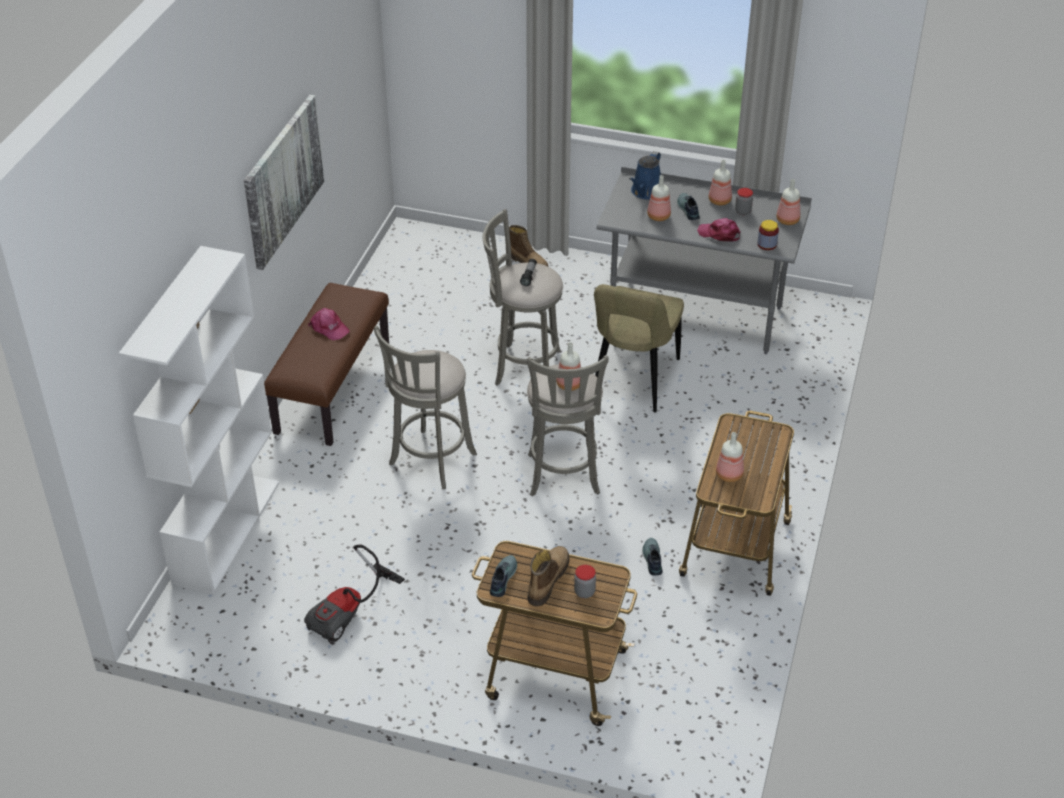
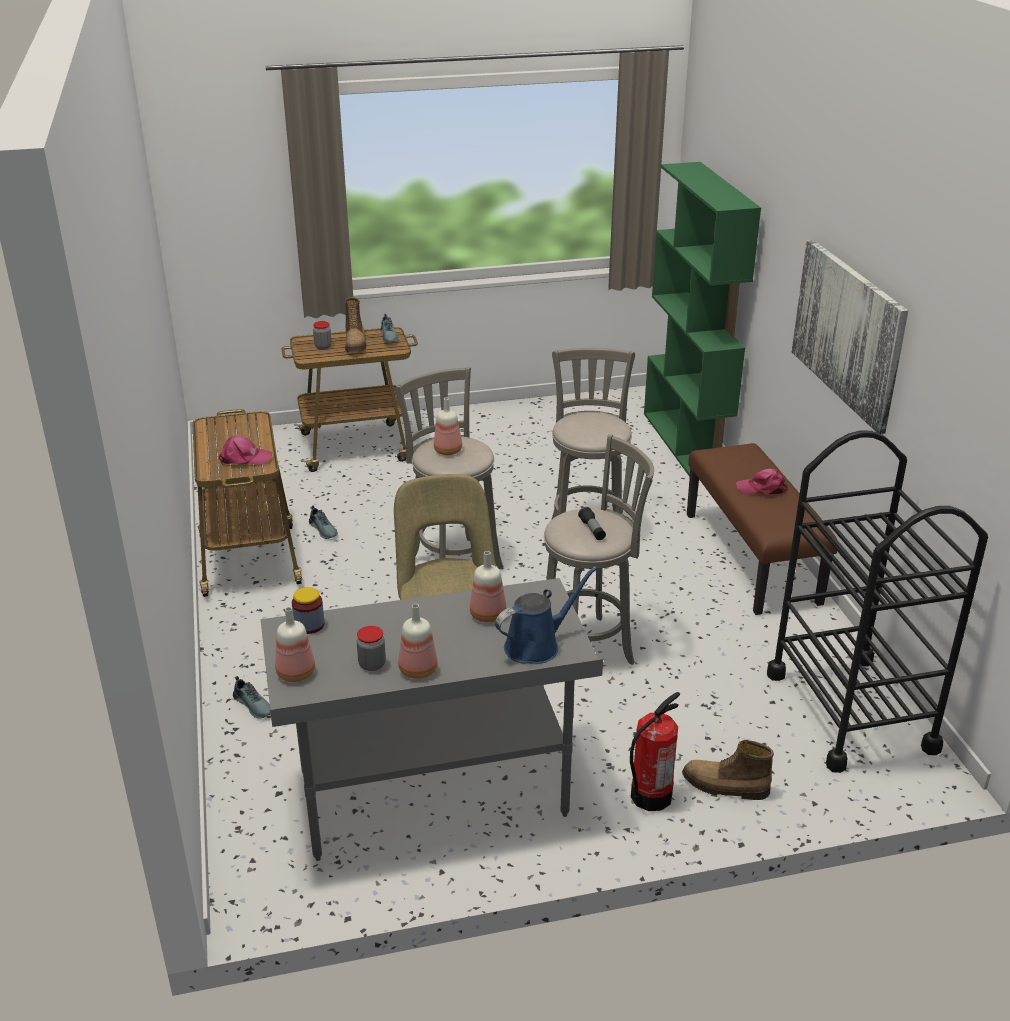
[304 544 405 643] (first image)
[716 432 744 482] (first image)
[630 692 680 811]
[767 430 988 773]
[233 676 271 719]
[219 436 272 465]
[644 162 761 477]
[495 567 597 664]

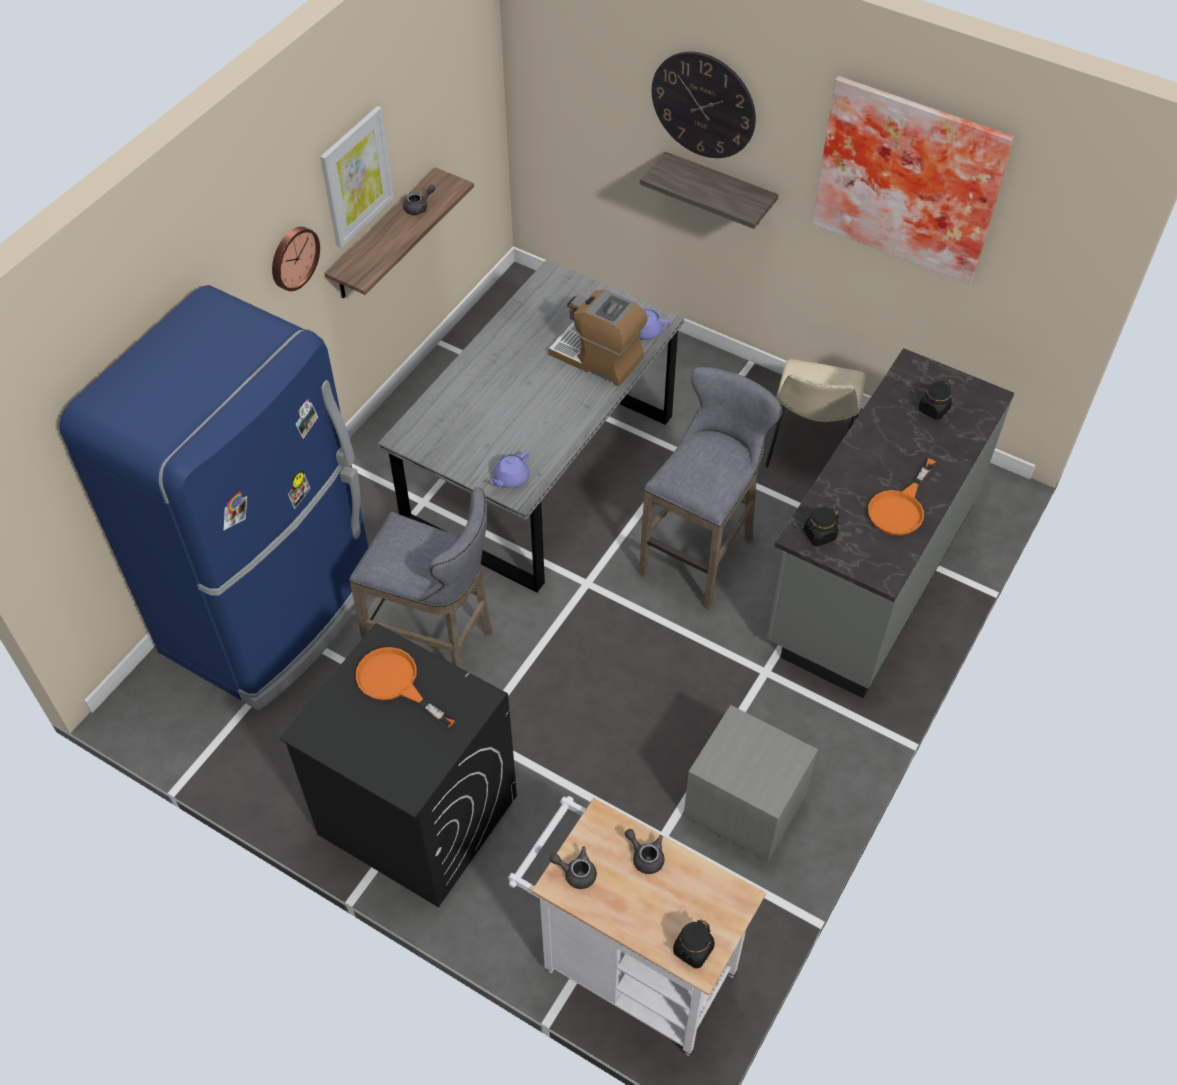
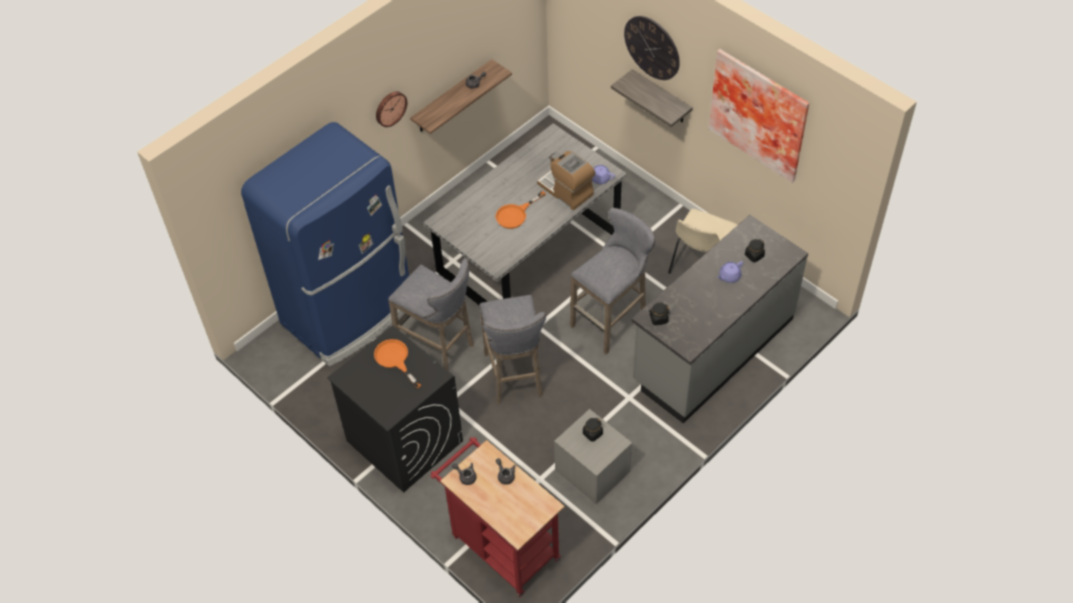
[320 106 394 248] (first image)
[479 295 546 404]
[717 261 743 283]
[583 418 603 442]
[495 191 546 229]
[431 437 565 597]

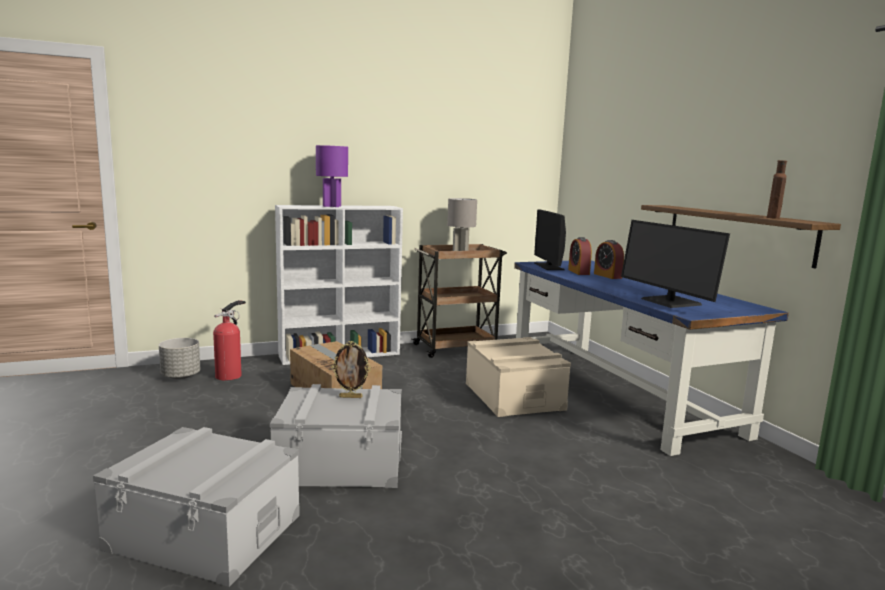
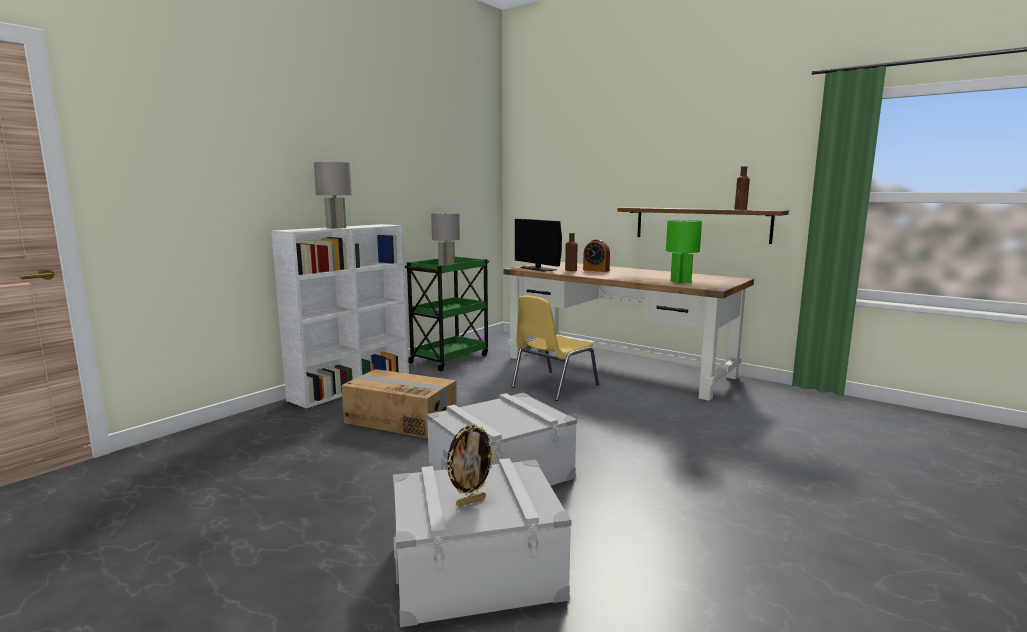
[159 338 200 379] (first image)
[213 300 246 380] (first image)
[445 423 496 506]
[511 296 599 401]
[565 233 578 271]
[666 220 702 283]
[314 162 352 229]
[405 256 489 371]
[503 262 754 401]

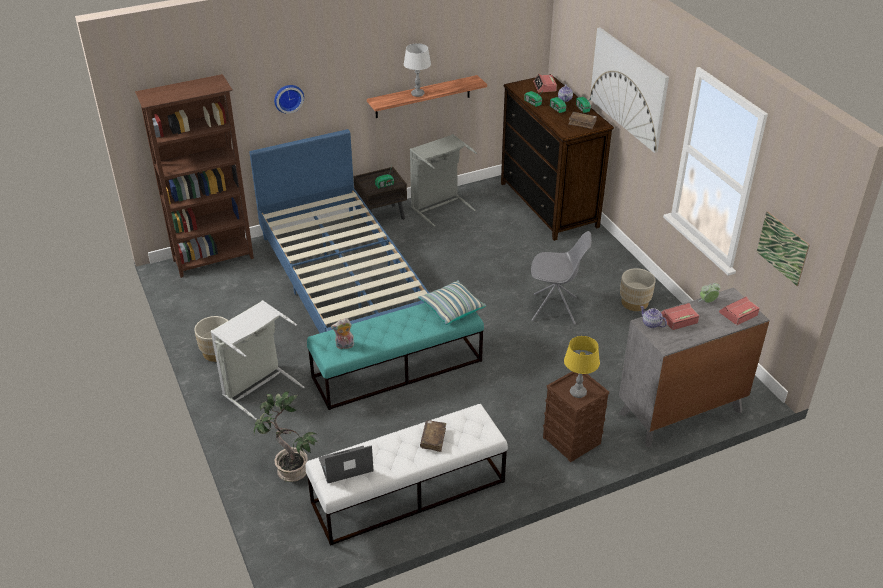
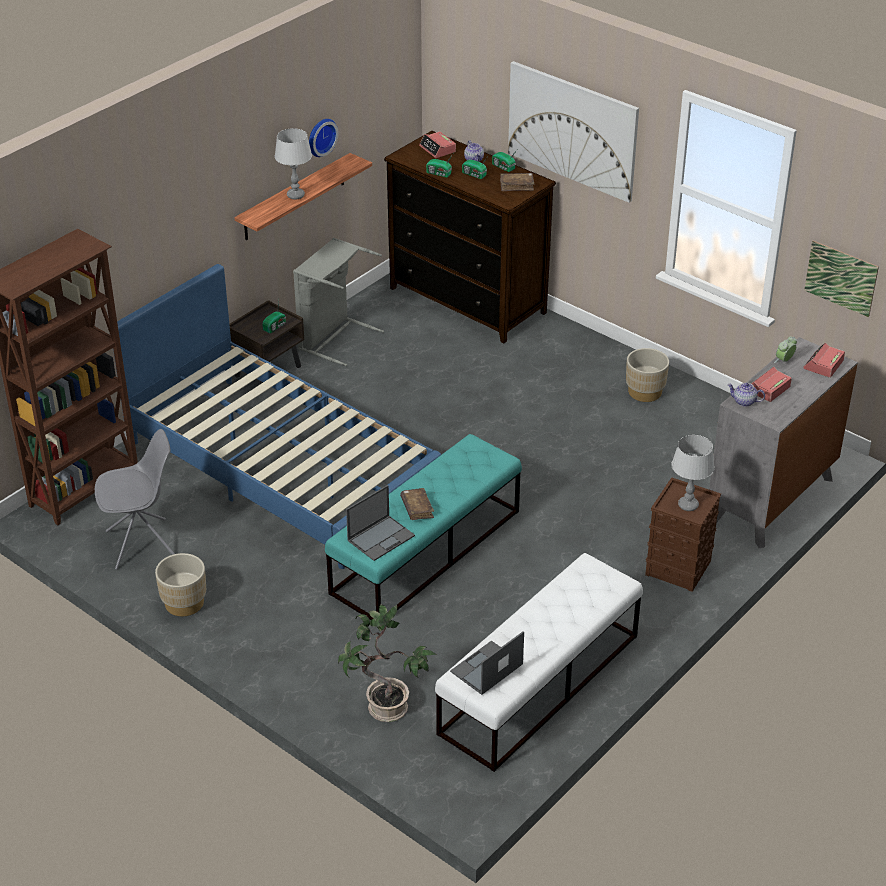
[210 300 305 420] (first image)
[418 280 486 325] (first image)
[309 119 338 157]
[400 488 434 520]
[95 429 175 570]
[346 485 415 561]
[671 435 715 511]

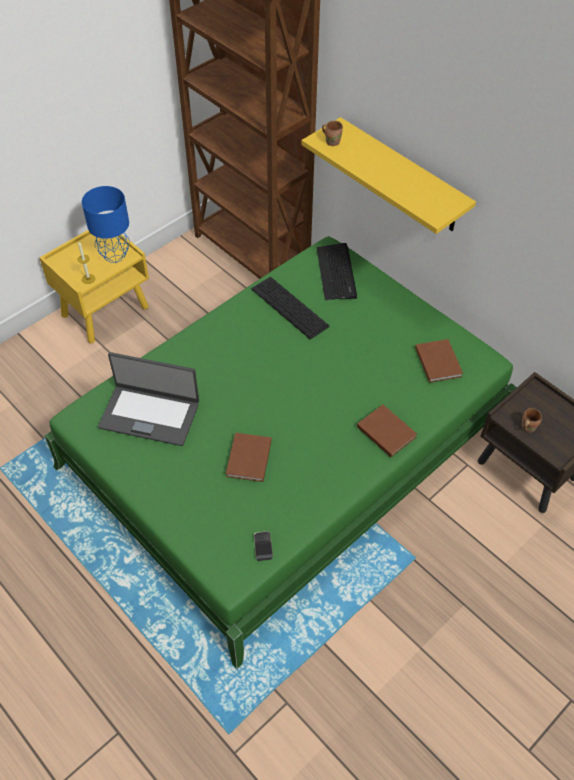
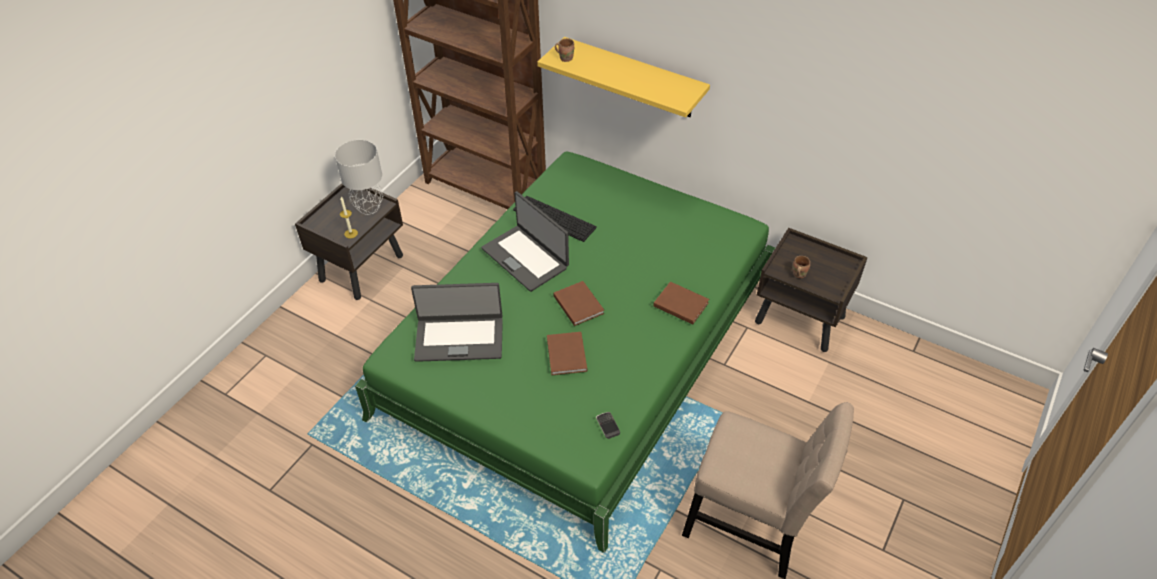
[317 243 357 300] (first image)
[481 191 569 292]
[682 402 854 579]
[553 281 604 326]
[295 183 403 300]
[335 140 383 215]

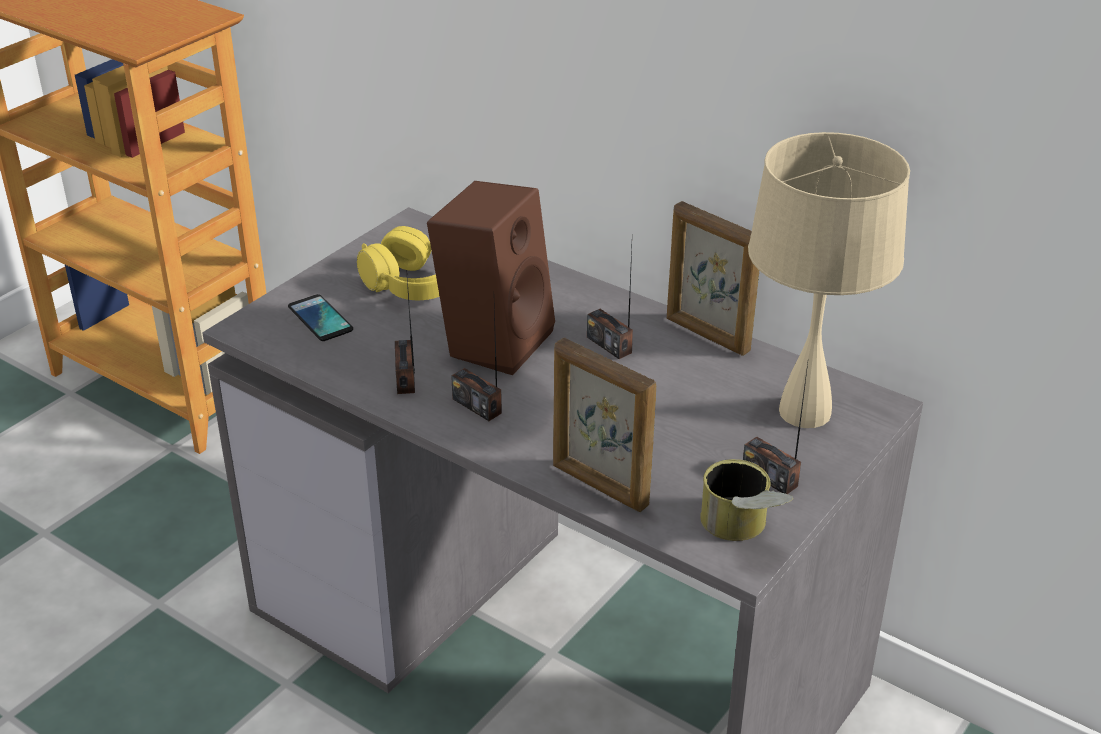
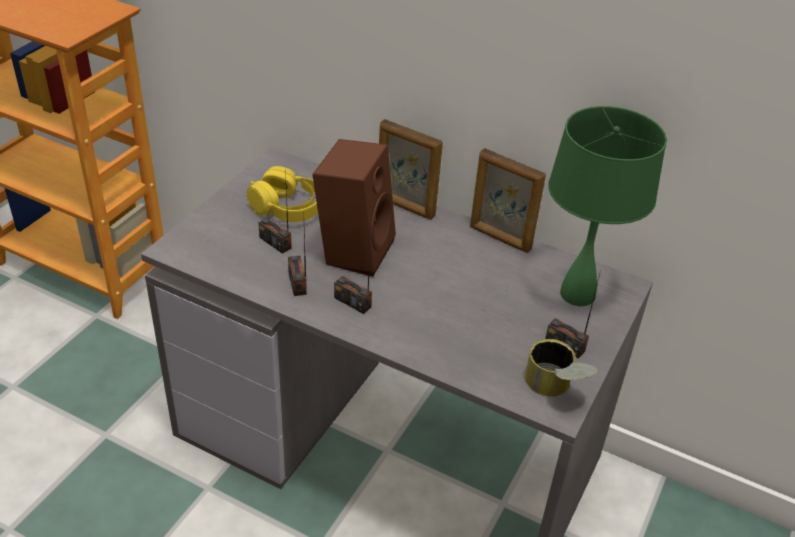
[288 294 353 341] (first image)
[379 119 443 220]
[259 169 292 254]
[548 106 667 306]

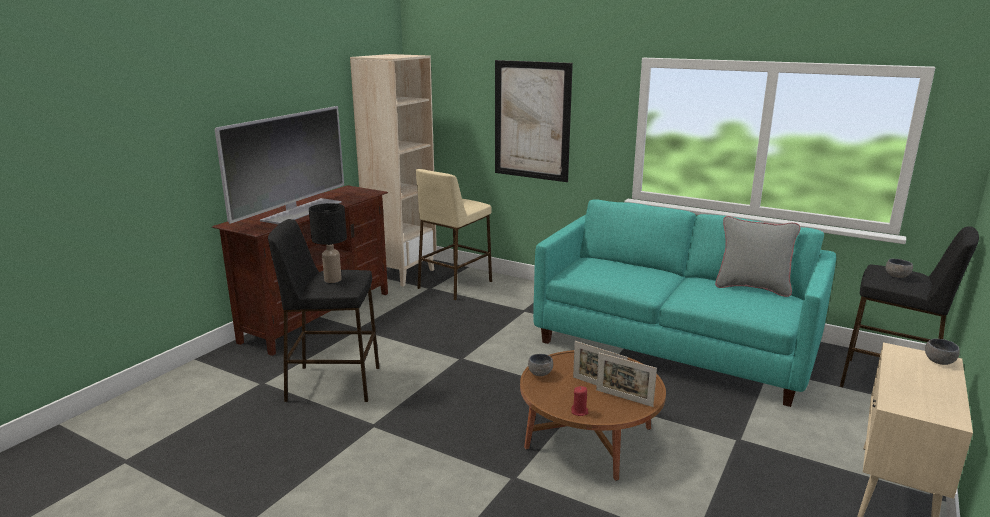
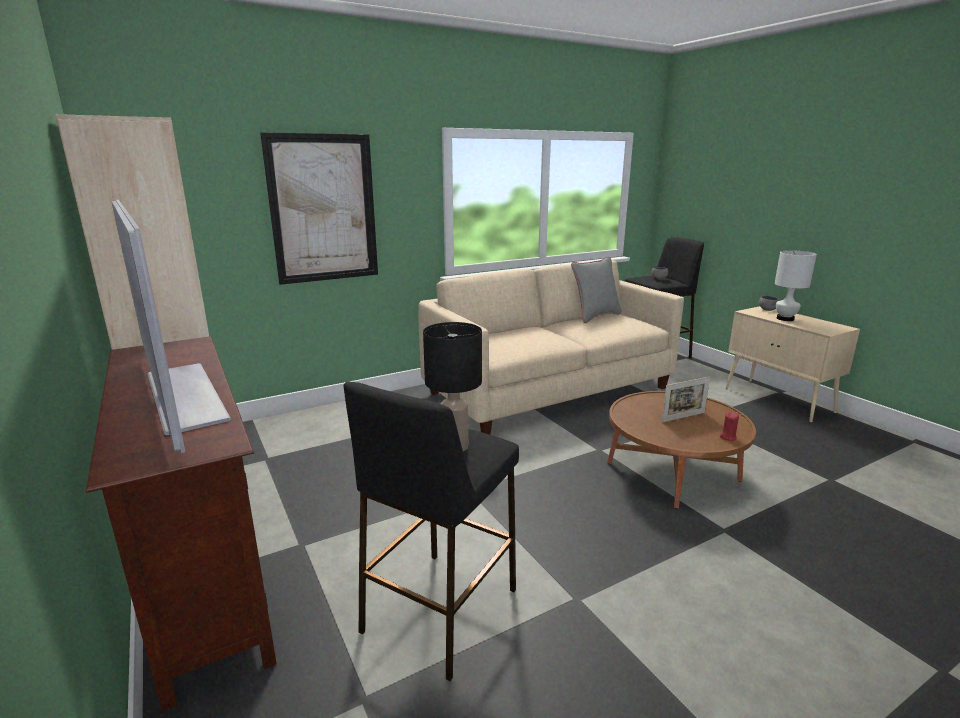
[416 169 492 300] (first image)
[528 354 553 376] (first image)
[596 353 657 407] (first image)
[775 250 817 321]
[418 260 684 435]

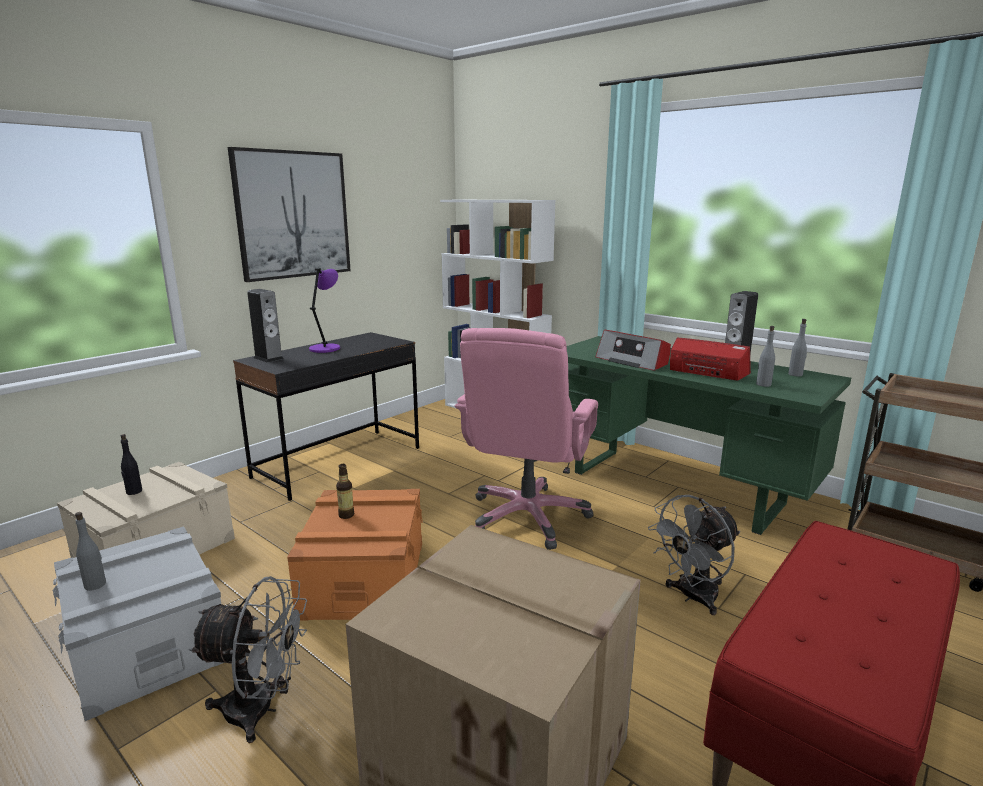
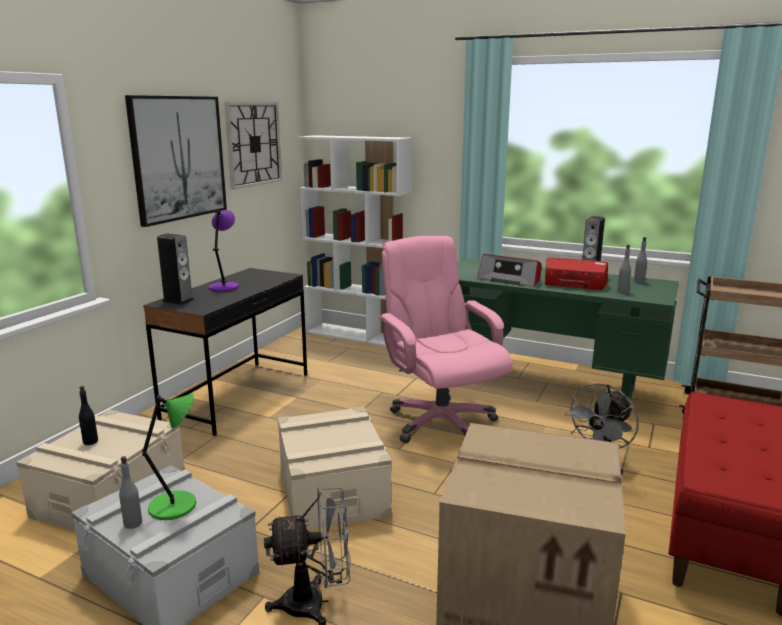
[336 464 354 519] (first image)
[142 394 196 520]
[224 102 282 190]
[278 407 392 530]
[379 236 512 443]

